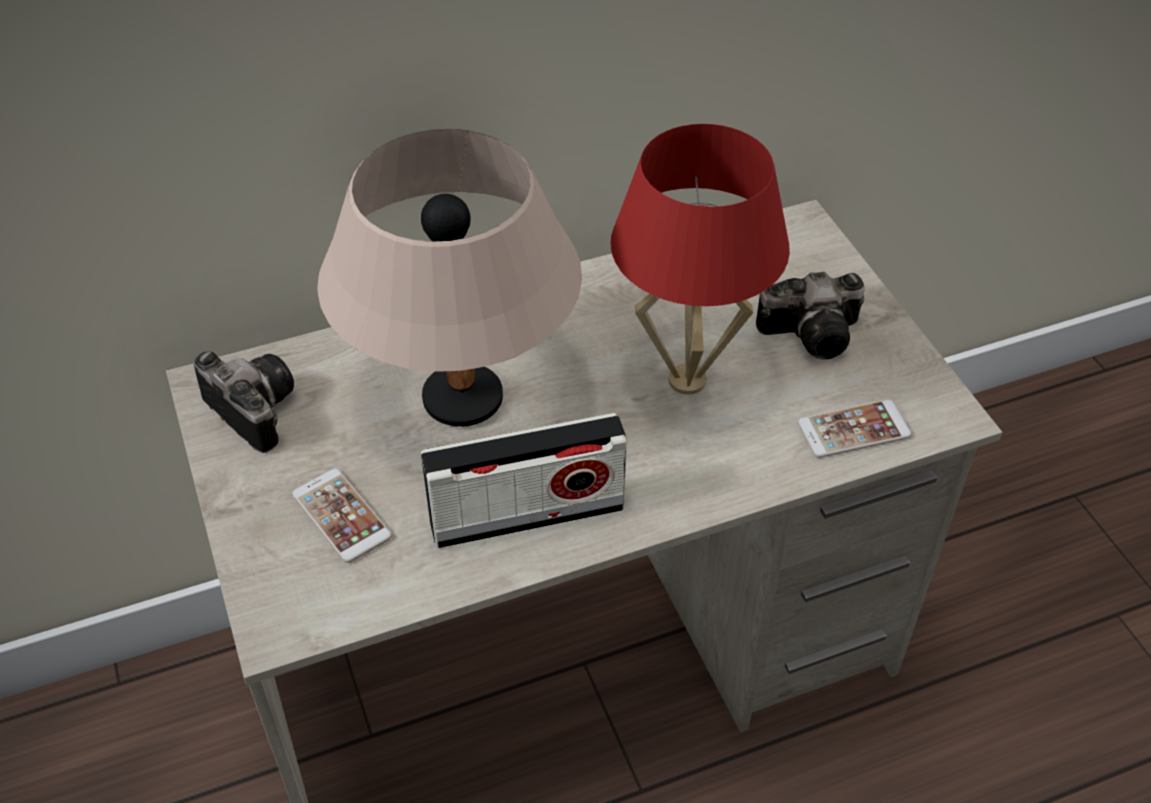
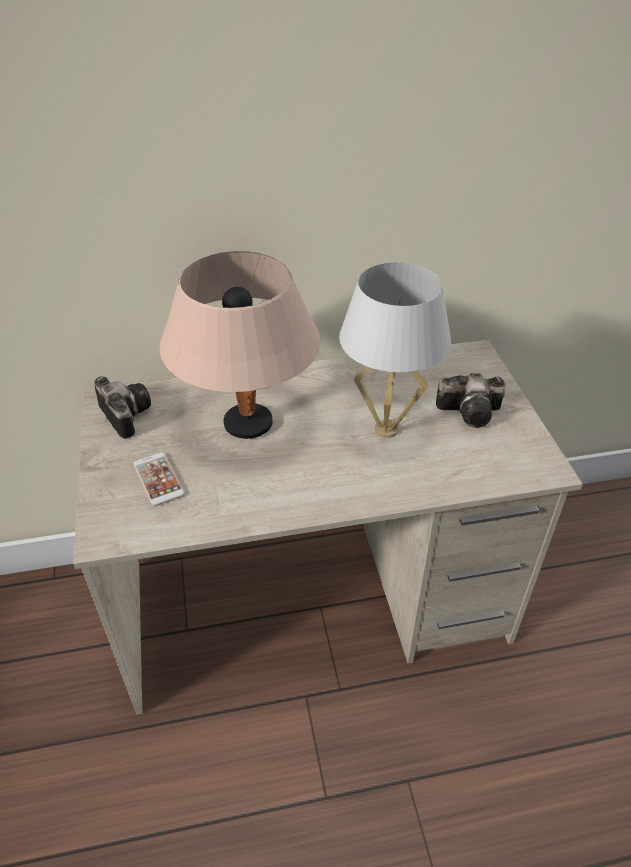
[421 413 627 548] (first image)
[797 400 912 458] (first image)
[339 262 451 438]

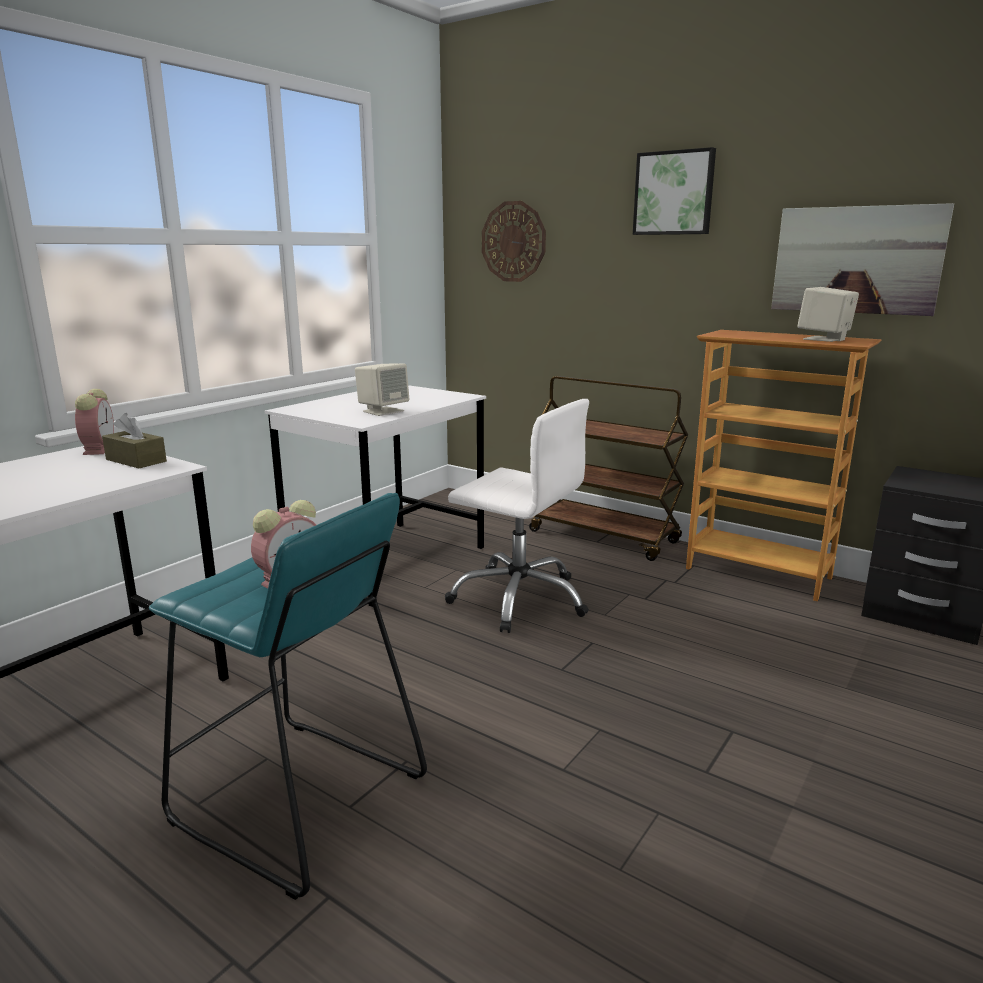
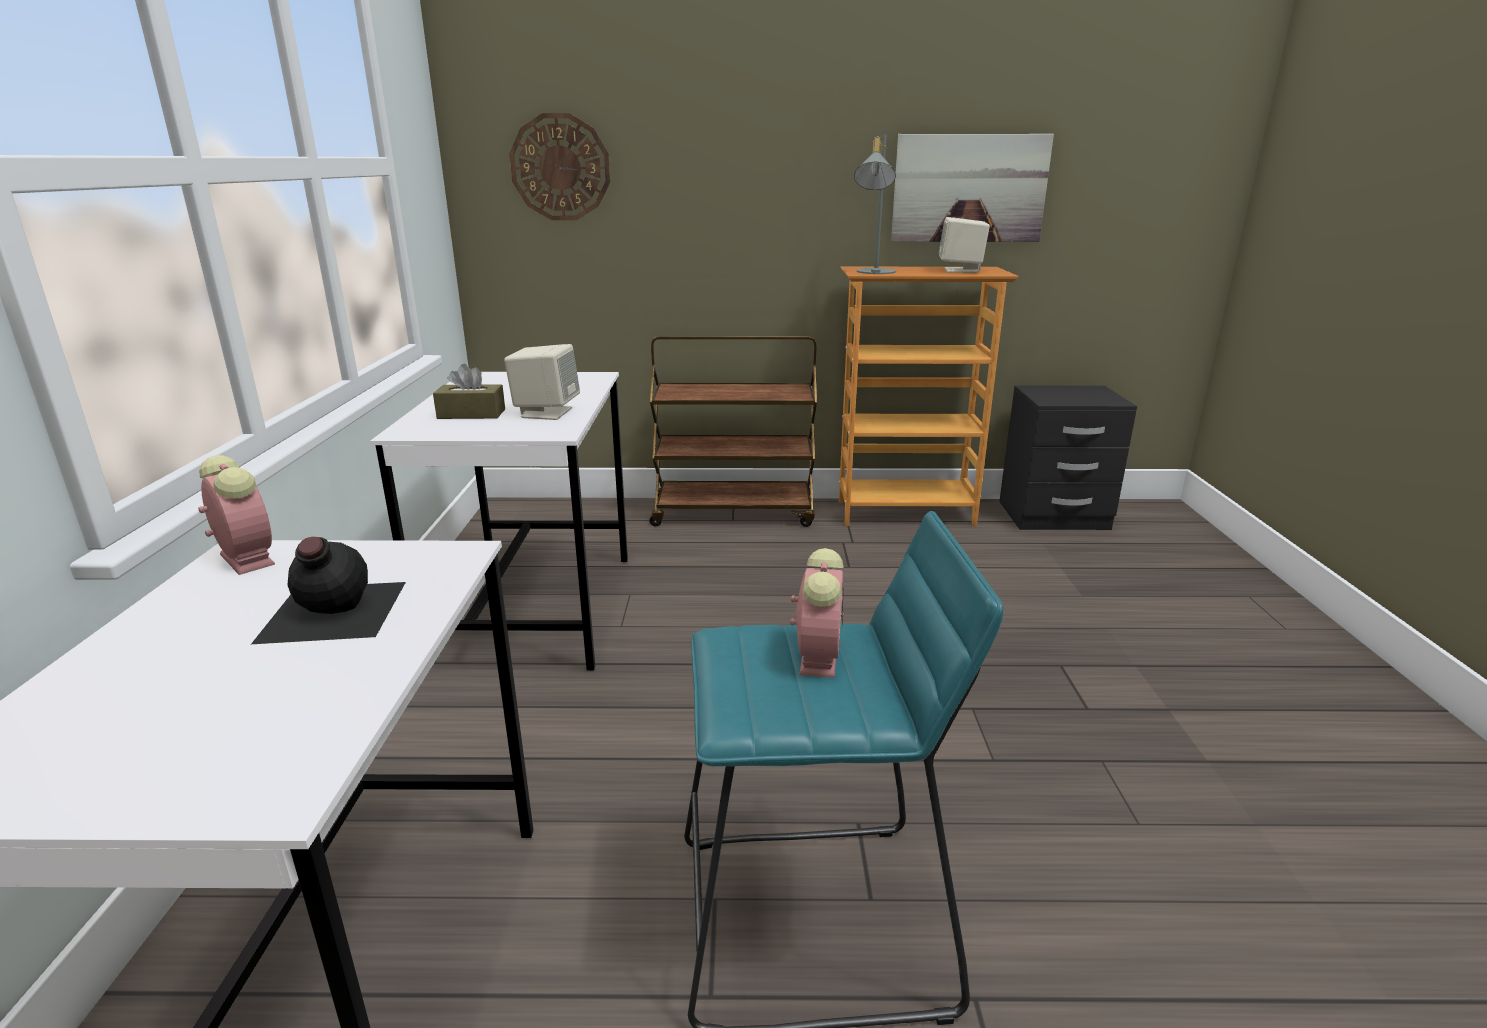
[445 399 589 633] (first image)
[633 147 716 235] (first image)
[251 537 406 644]
[854 135 896 274]
[433 364 505 419]

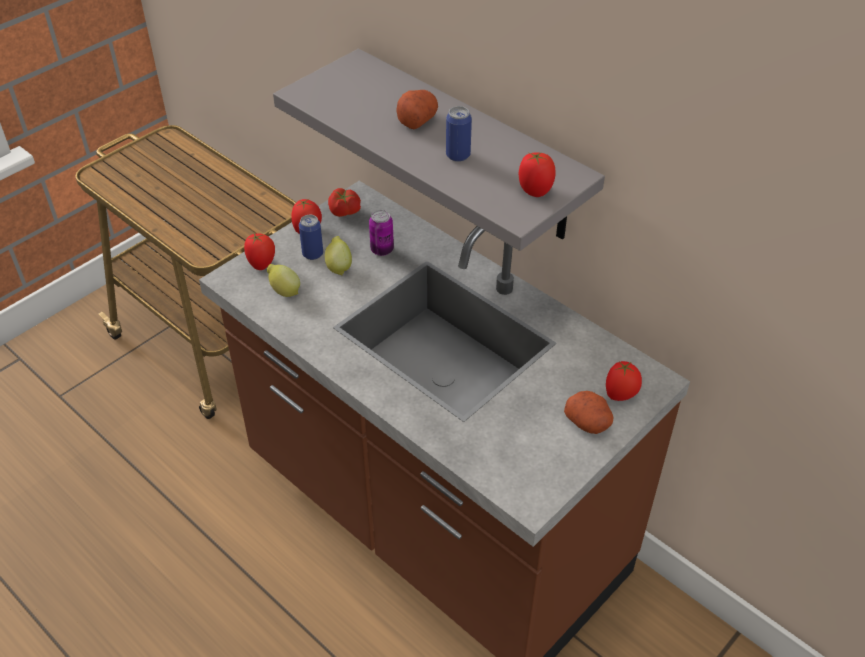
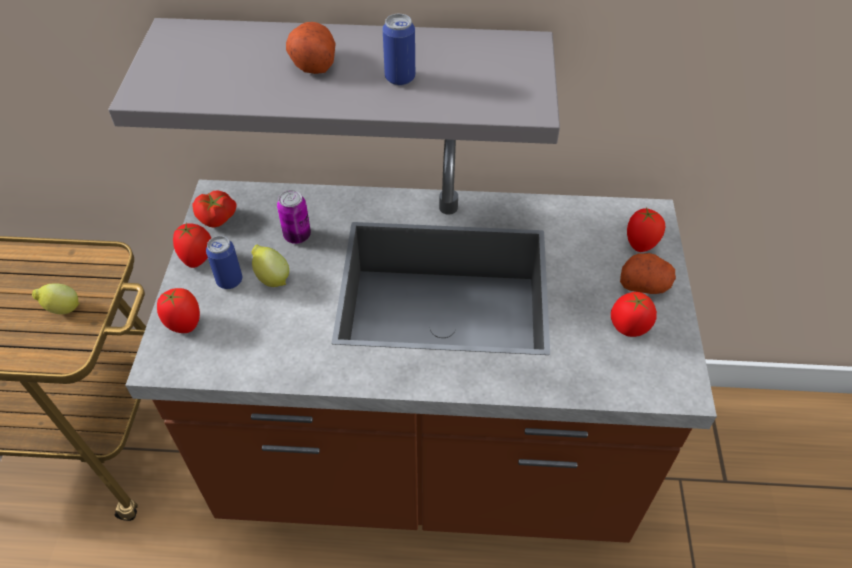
[32 284 80 314]
[611 292 657 337]

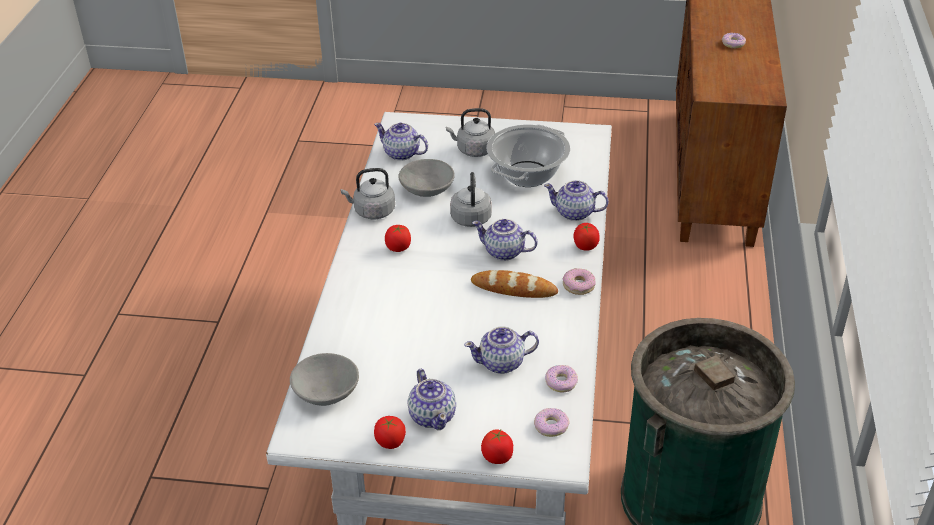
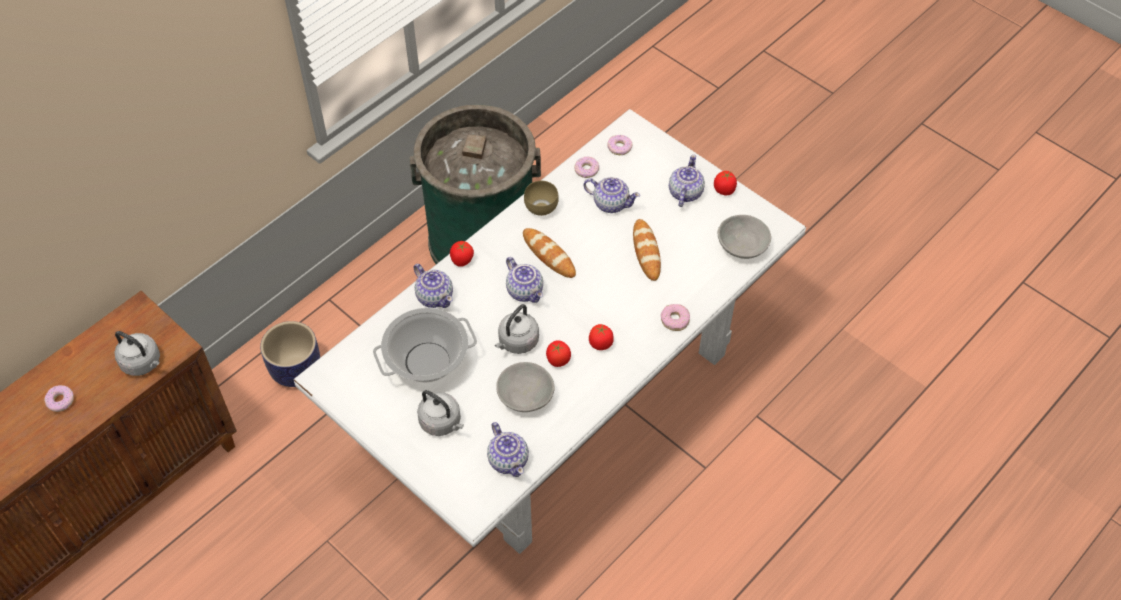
[260 321 320 387]
[524 181 559 216]
[633 219 661 281]
[115 331 160 376]
[546 340 571 367]
[661 304 690 331]

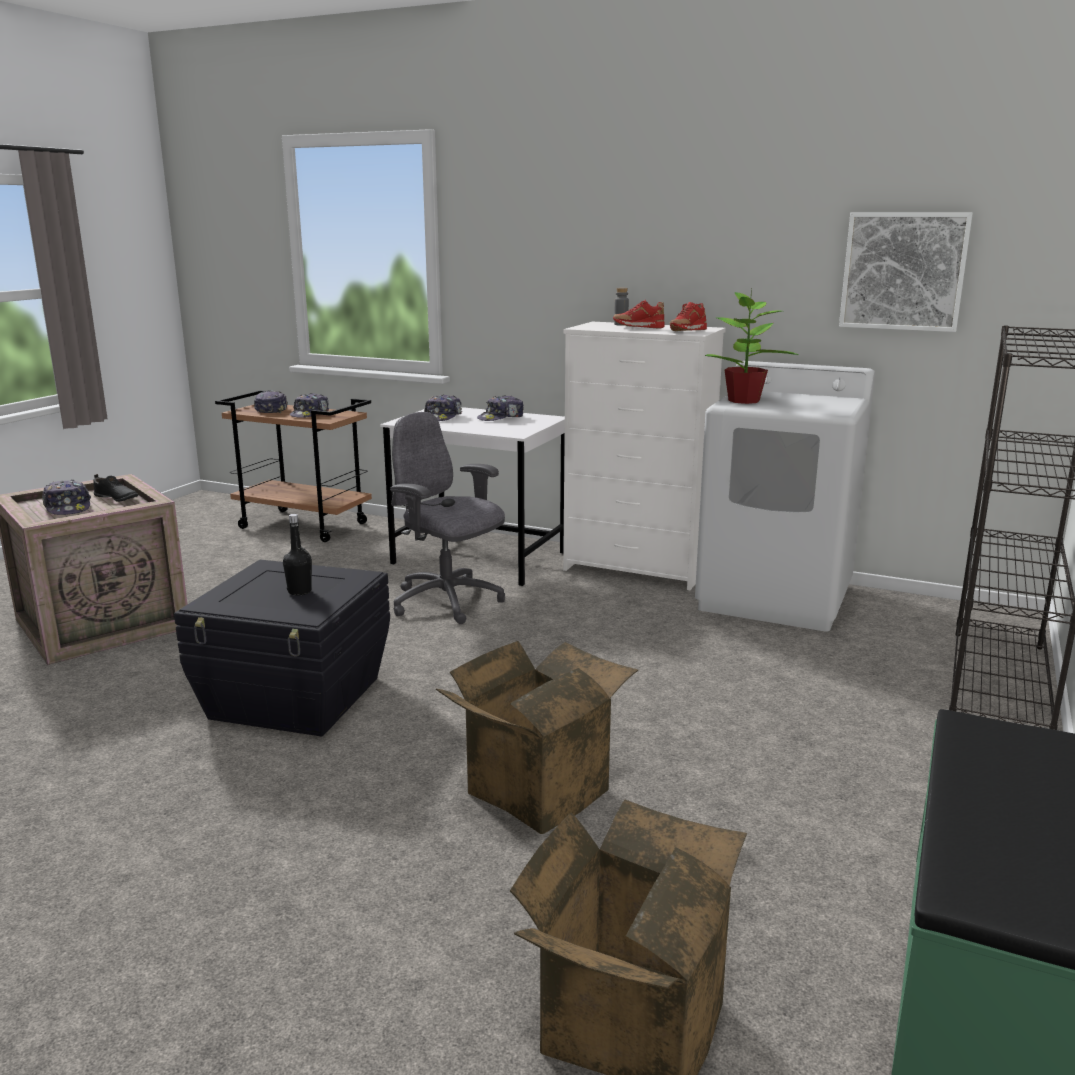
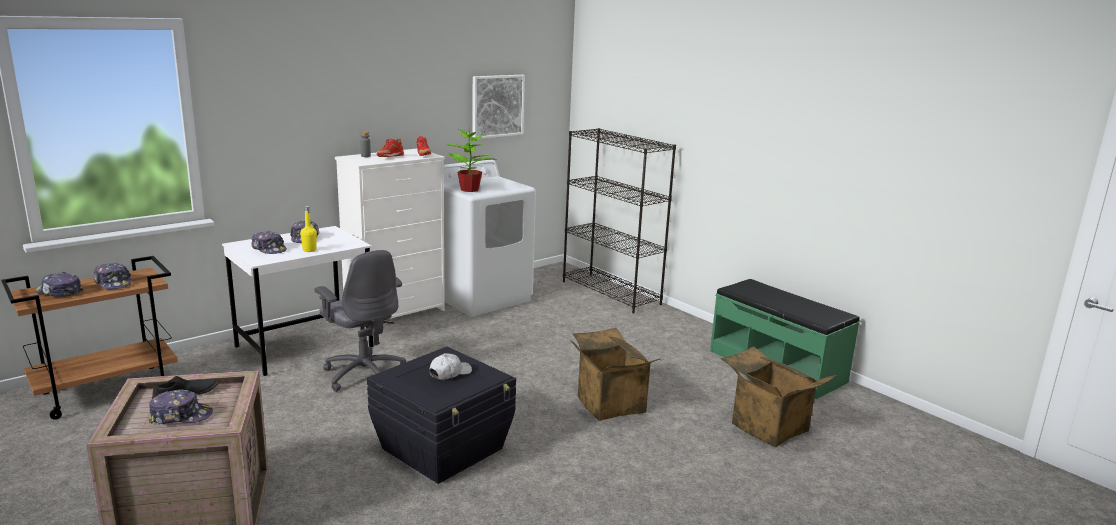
[300 206 317 252]
[430 353 472 380]
[314 250 406 392]

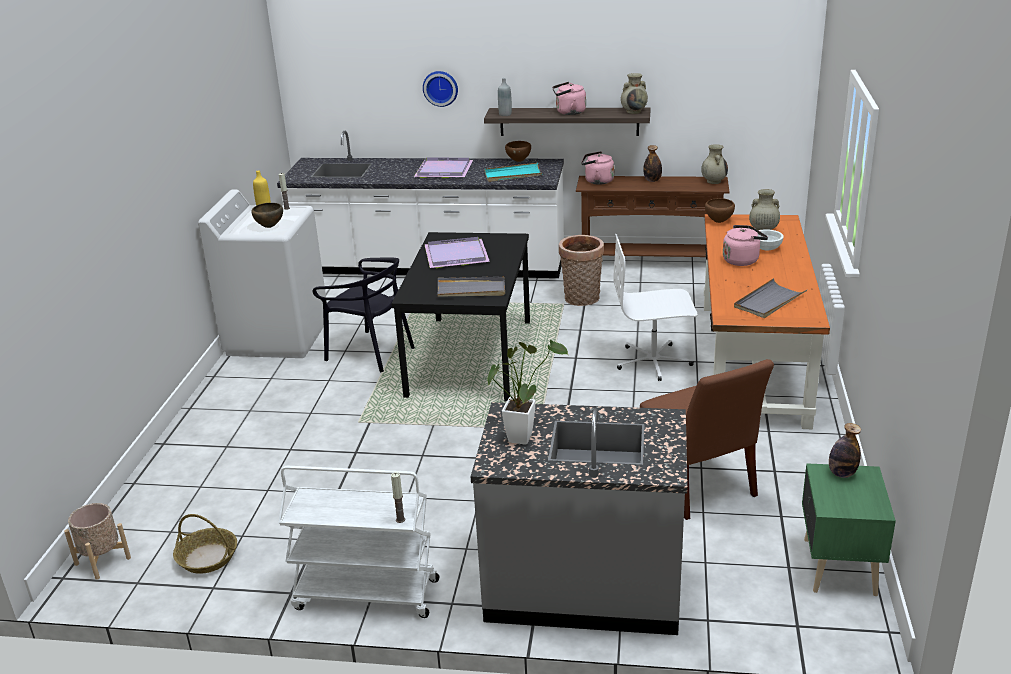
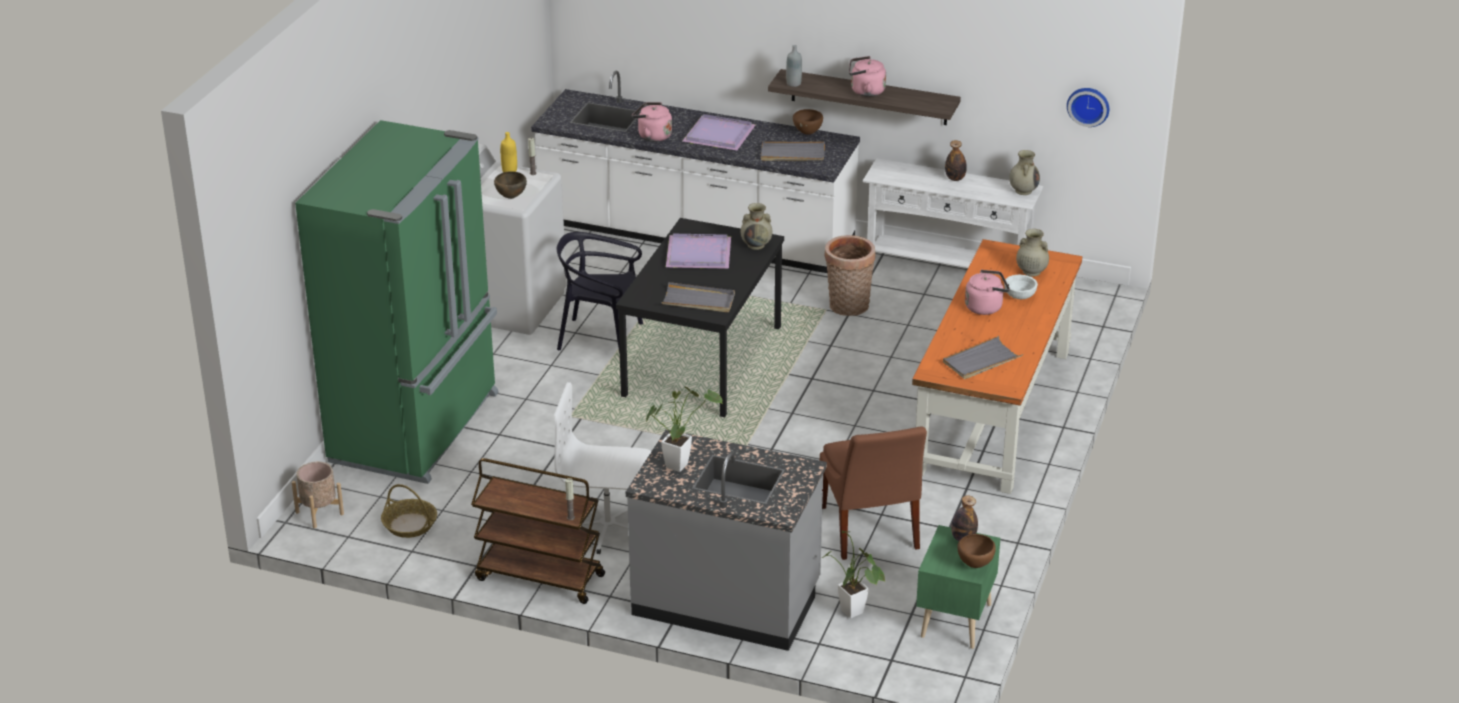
[295 120 498 484]
[822 530 885 618]
[1067 88 1109 127]
[632 102 672 142]
[554 382 652 554]
[741 203 772 250]
[957 534 996 568]
[471 458 605 604]
[761 142 825 161]
[863 158 1043 268]
[557 232 643 353]

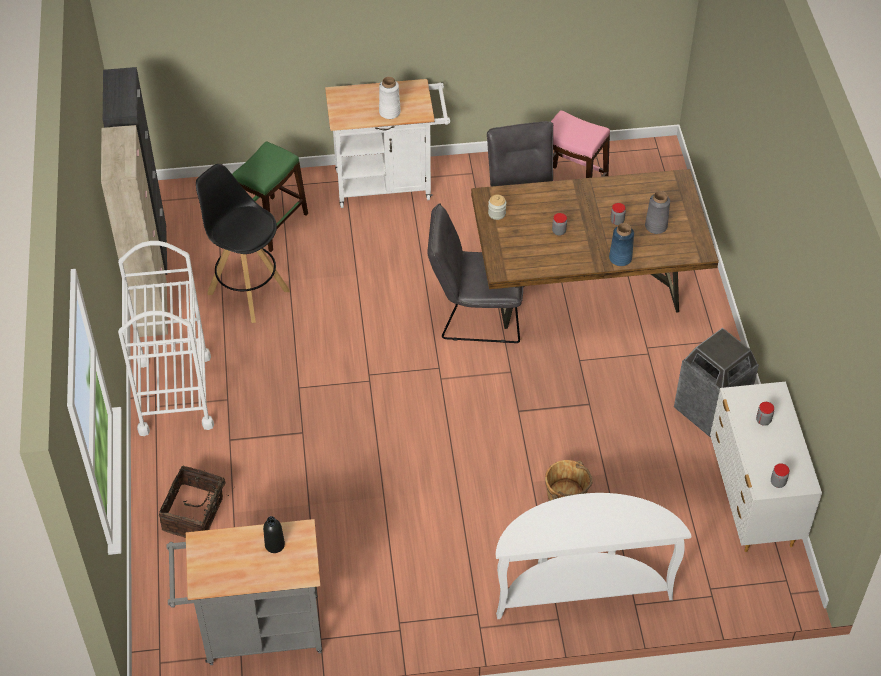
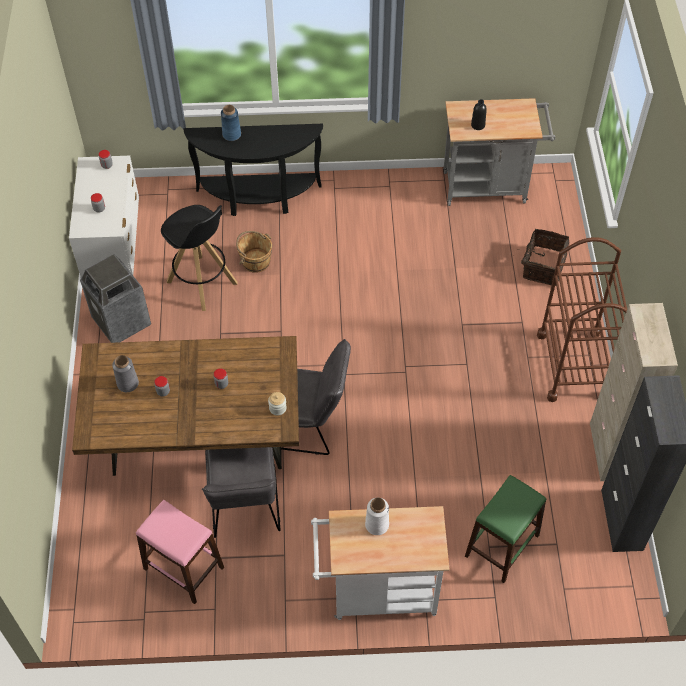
[161 205 238 311]
[221 105 241 141]
[537 237 627 402]
[184 124 323 216]

